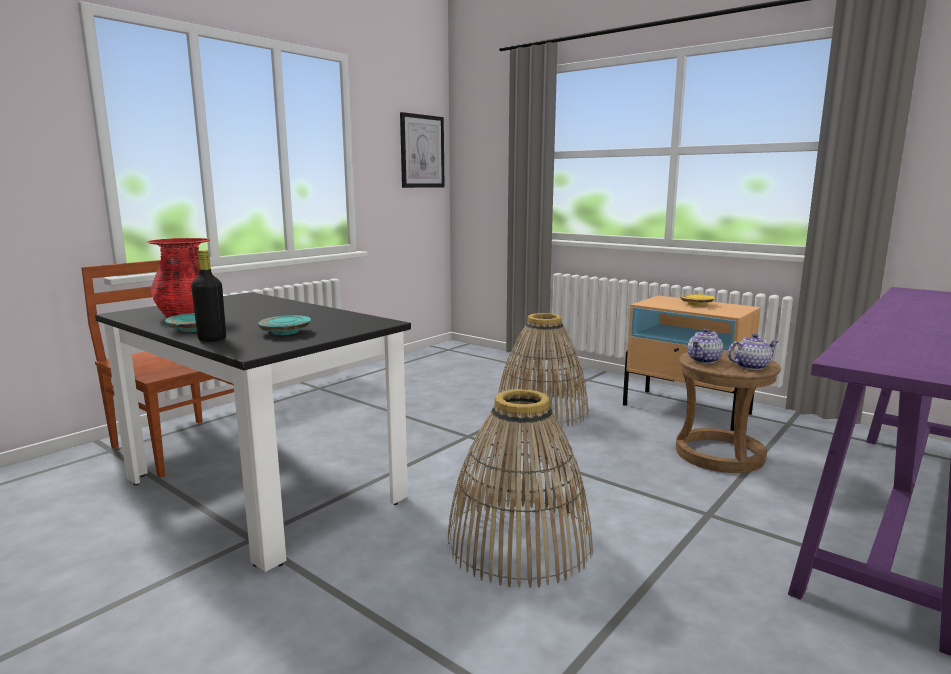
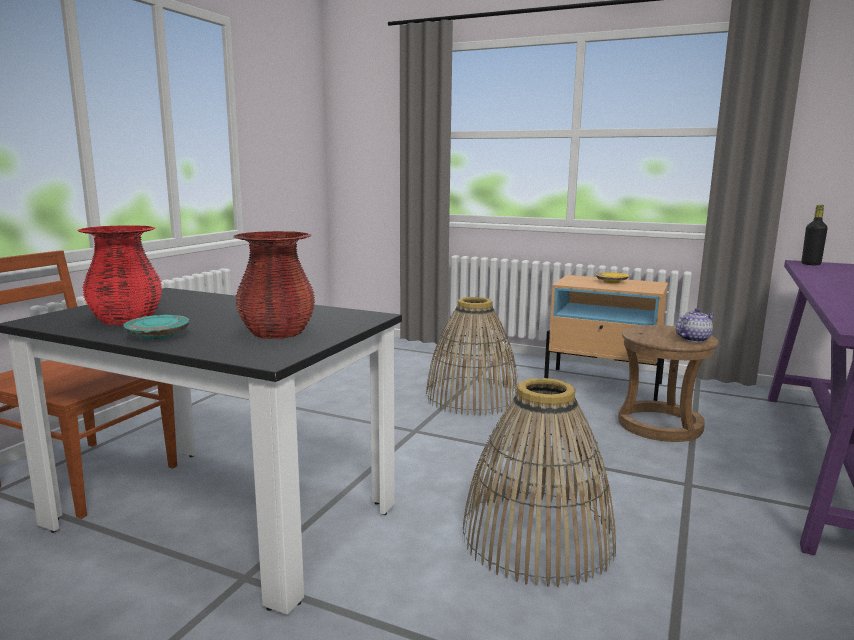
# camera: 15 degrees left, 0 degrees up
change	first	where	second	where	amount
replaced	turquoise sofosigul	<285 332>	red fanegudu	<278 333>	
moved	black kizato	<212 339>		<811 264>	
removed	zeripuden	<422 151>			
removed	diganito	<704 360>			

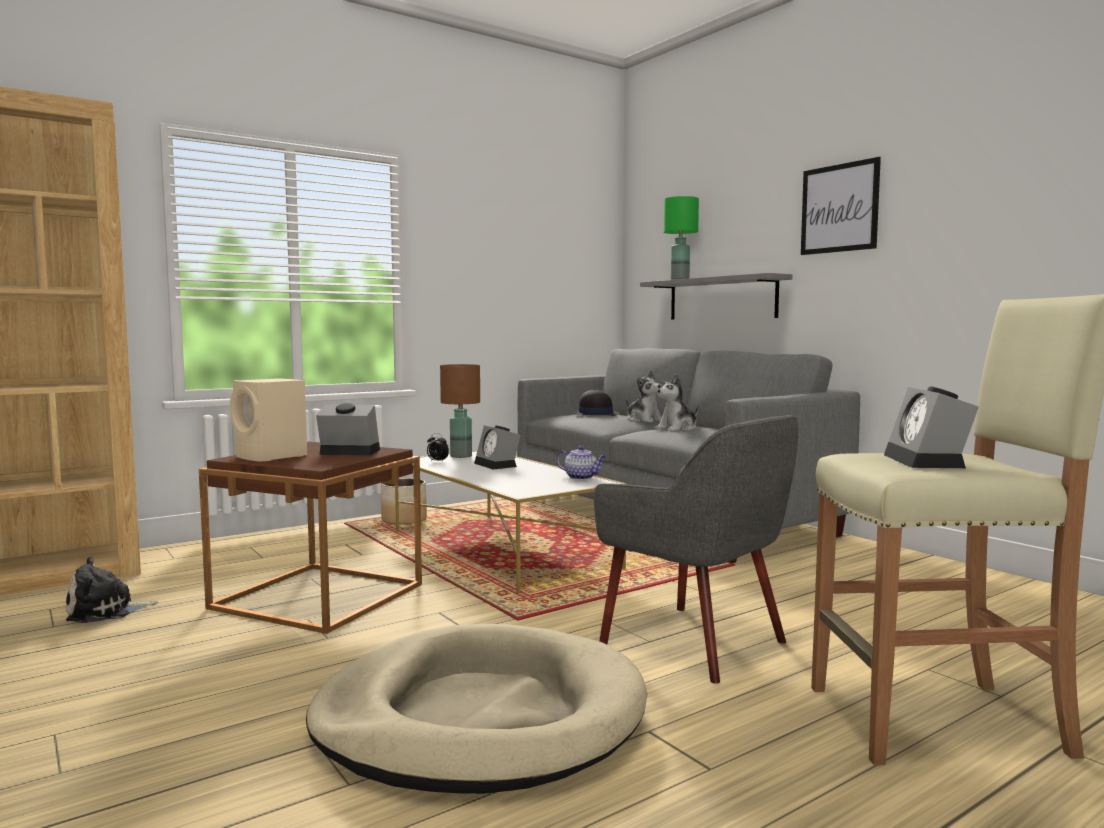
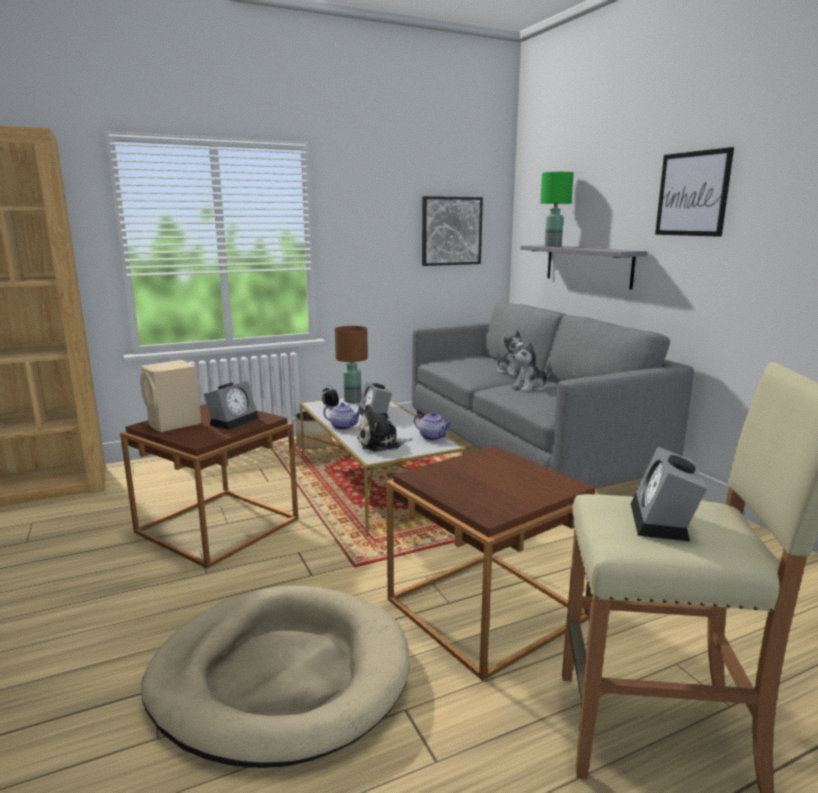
# camera: 10 degrees right, 10 degrees up
change	first	where	second	where	amount
turned	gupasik	<347 452>		<234 421>	105 degrees clockwise
added			diganito	<343 427>	
moved	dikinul	<106 611>		<381 443>	
replaced	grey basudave	<696 643>	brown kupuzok	<486 608>	
added			zeripuden	<451 231>	
removed	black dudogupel	<595 414>			

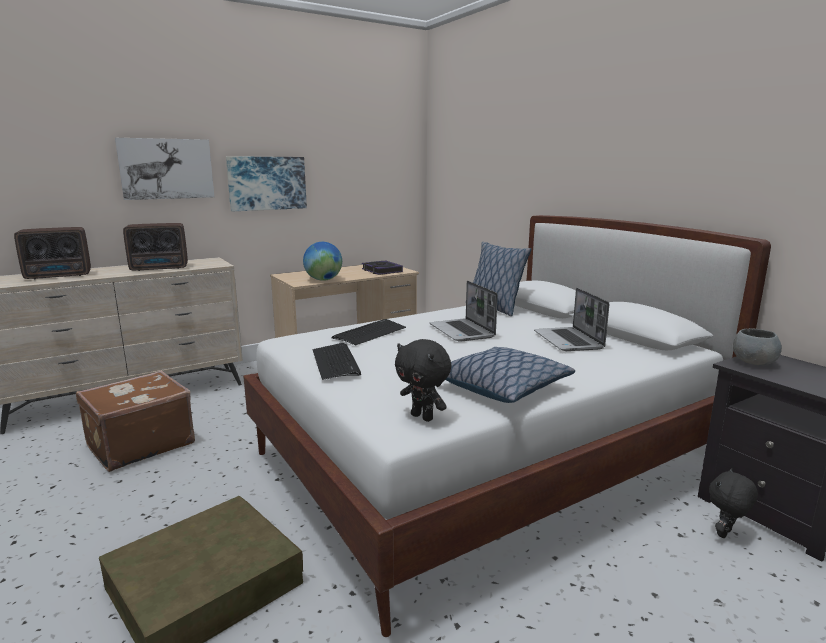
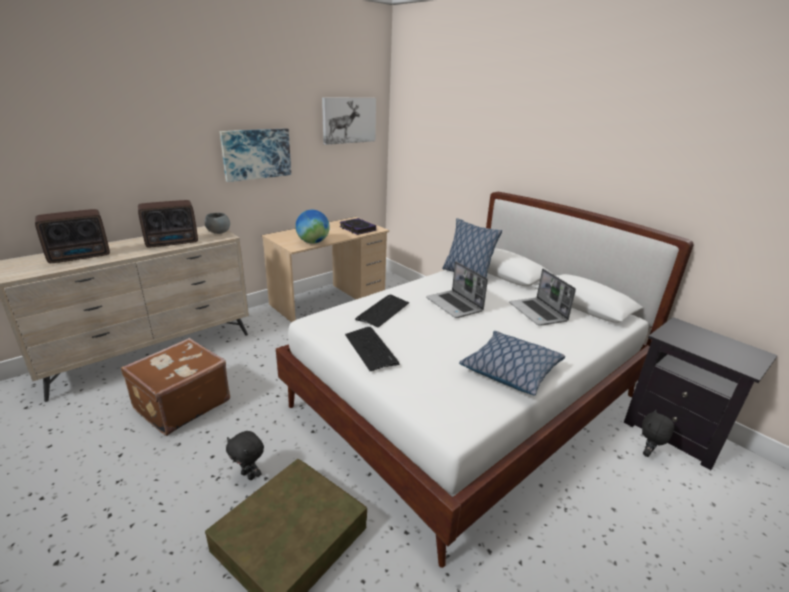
# camera: 10 degrees left, 10 degrees up
change	first	where	second	where	amount
moved	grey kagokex	<753 362>		<219 232>	
moved	black dikinul	<423 417>		<249 475>	
moved	zeripuden	<166 169>		<349 120>	

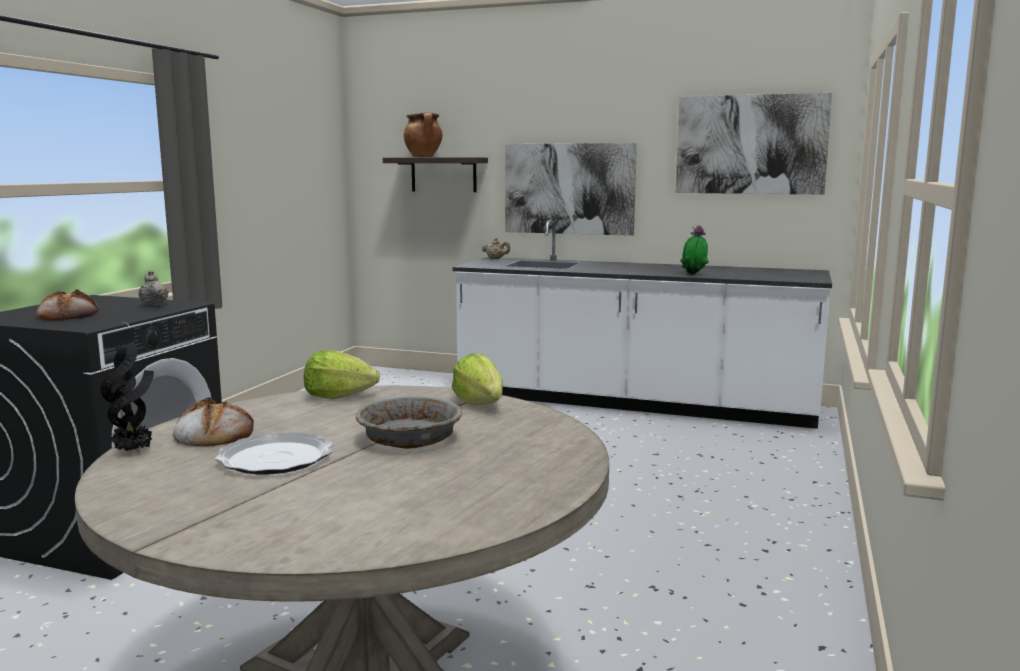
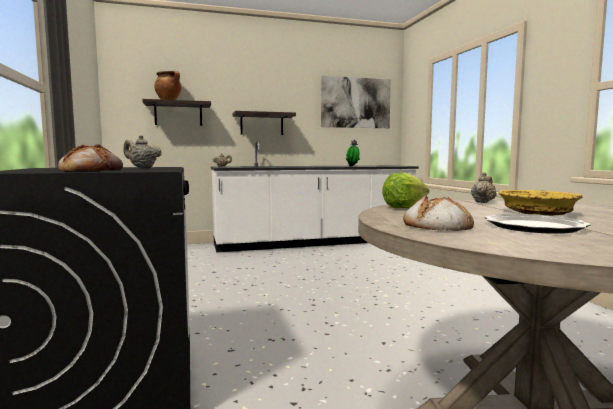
# camera: 35 degrees left, 5 degrees down
change	first	where	second	where	amount
replaced	zeripuden	<569 189>	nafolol	<262 124>	
replaced	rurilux	<480 403>	beige diganito	<483 202>	
recoloured	grey kagokex	<410 439>	yellow kagokex	<537 213>	
removed	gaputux	<134 451>			

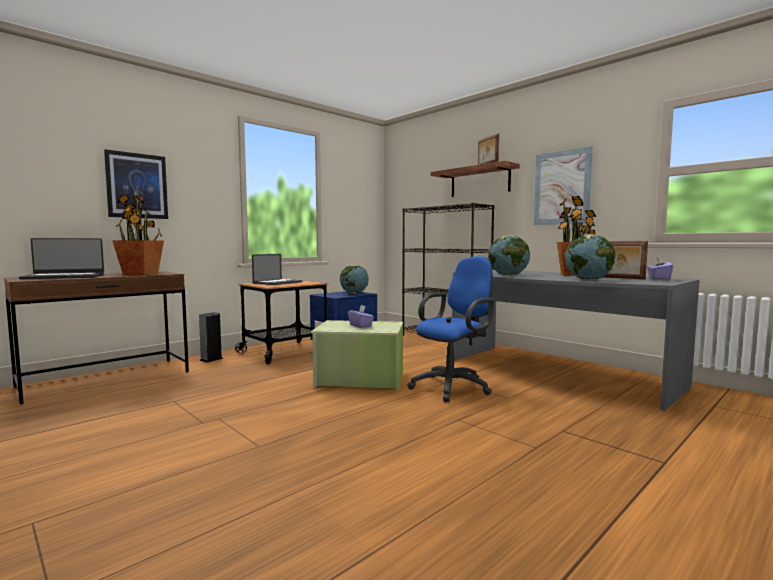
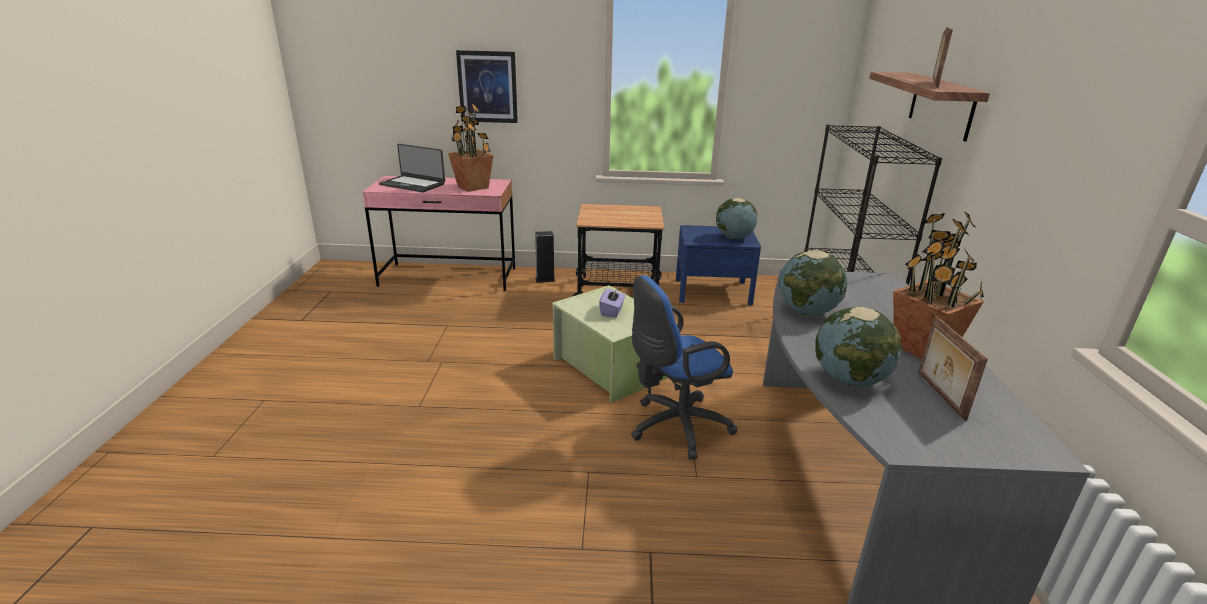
# camera: 45 degrees right, 20 degrees up
change	first	where	second	where	amount
recoloured	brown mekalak	<106 379>	pink mekalak	<448 277>	
turned	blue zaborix	<454 387>		<674 427>	150 degrees clockwise
removed	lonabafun	<278 282>			
removed	zeripuden	<562 188>			
removed	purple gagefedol	<658 279>			

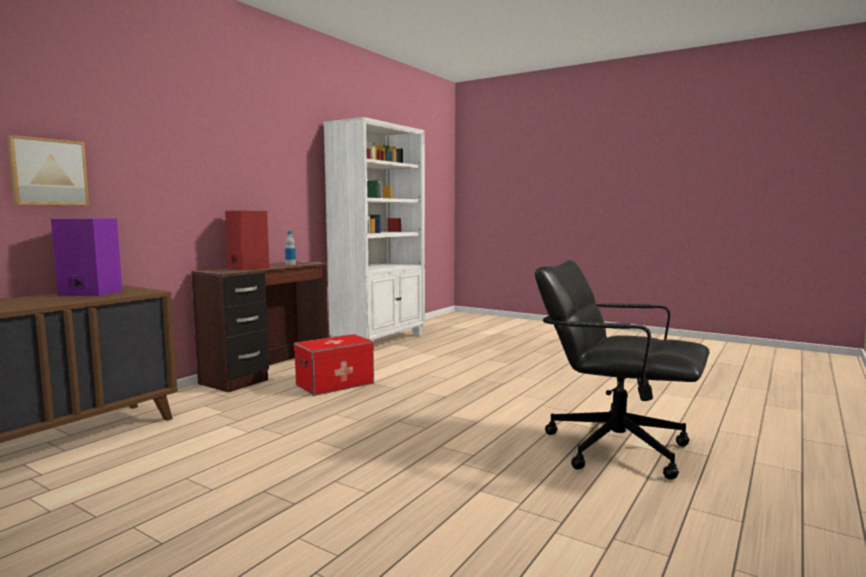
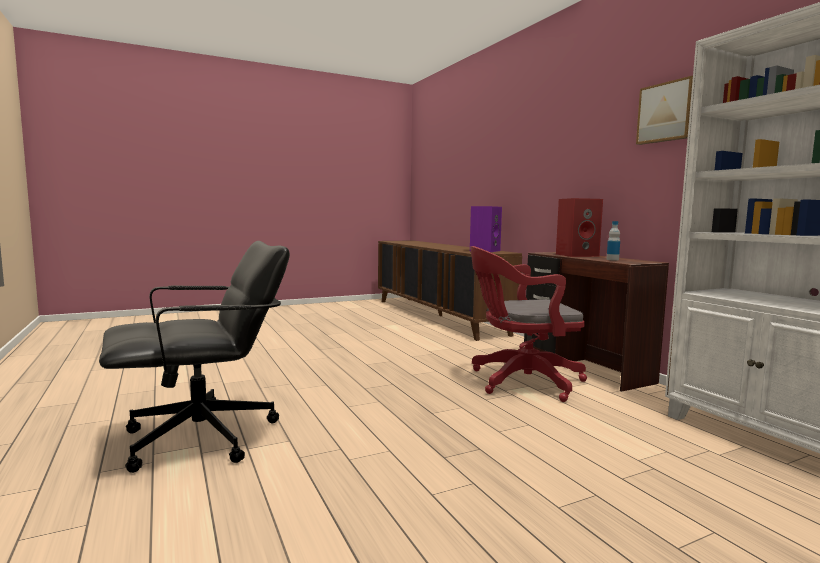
# camera: 120 degrees right, 0 degrees up
change	first	where	second	where	amount
replaced	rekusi	<335 384>	red zaborix	<520 381>	
moved	zeripuden	<48 172>		<666 112>	

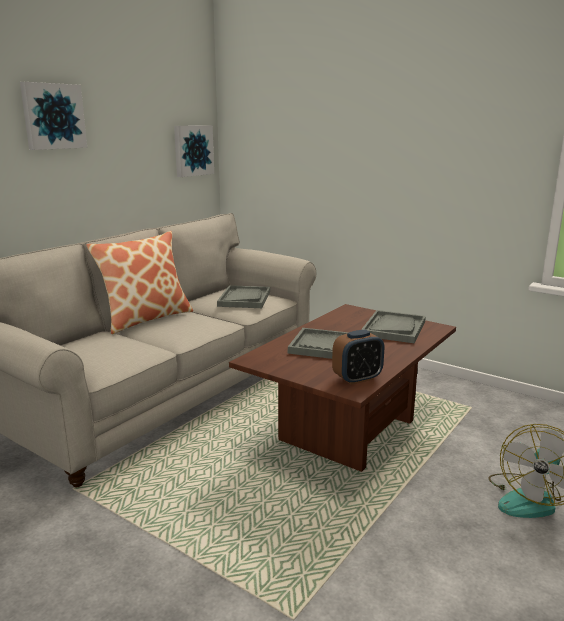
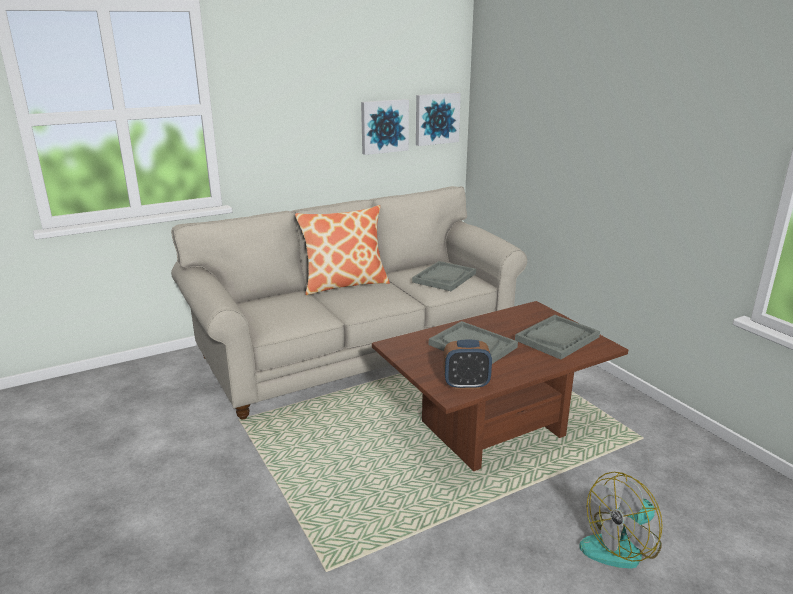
# camera: 25 degrees right, 5 degrees up
change	first	where	second	where	amount
moved	zeripuden	<53 116>		<384 126>	

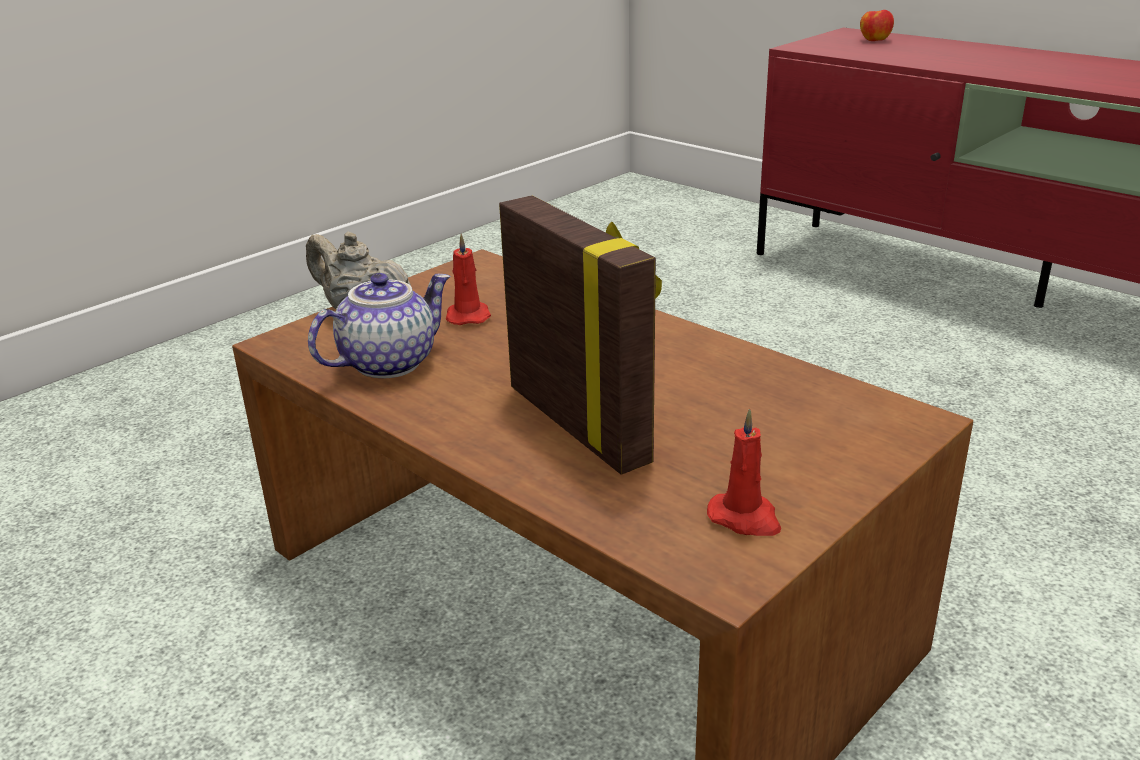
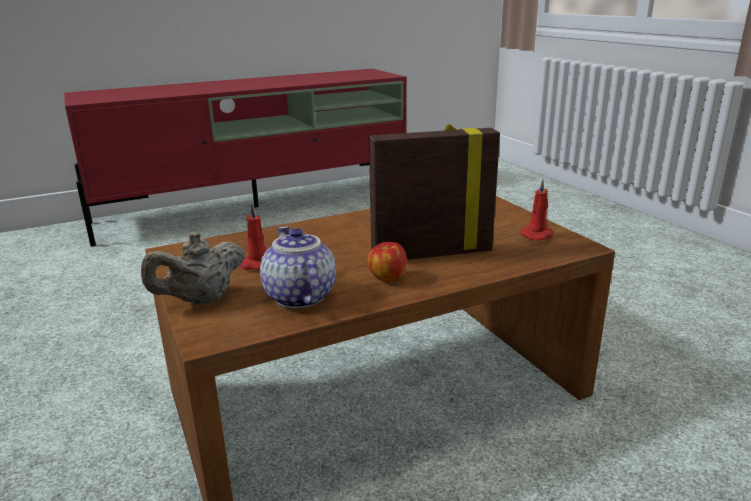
# camera: 70 degrees left, 5 degrees down
change	first	where	second	where	amount
moved	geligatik	<874 40>		<387 278>	

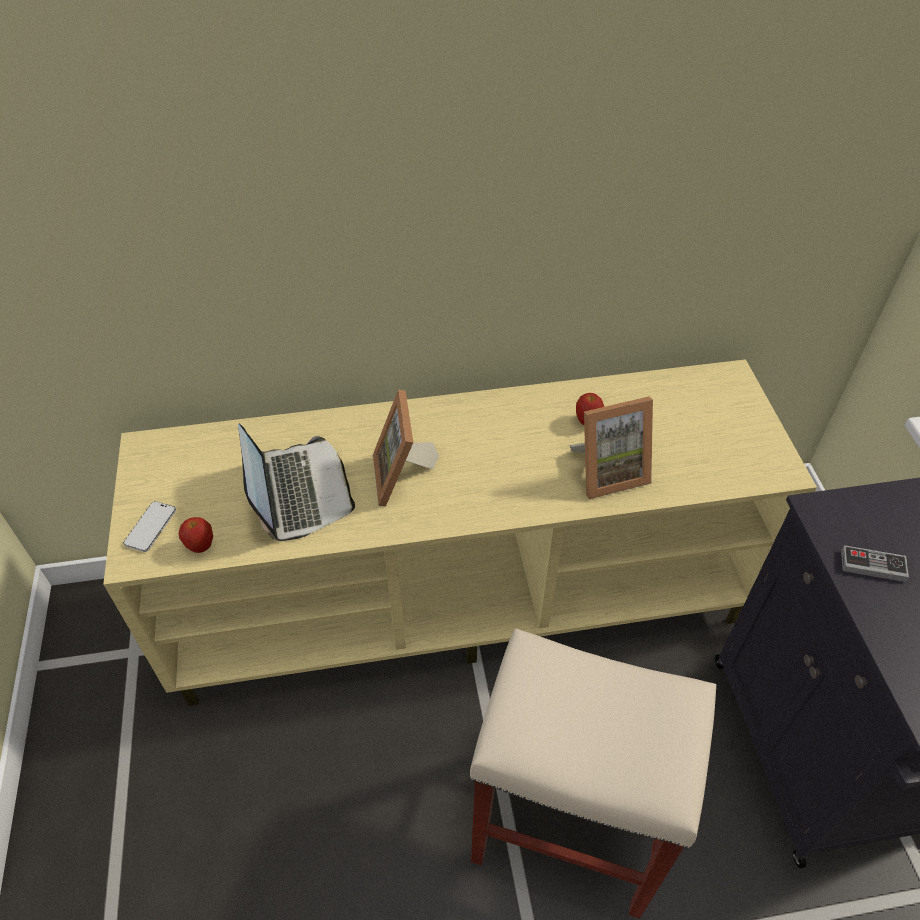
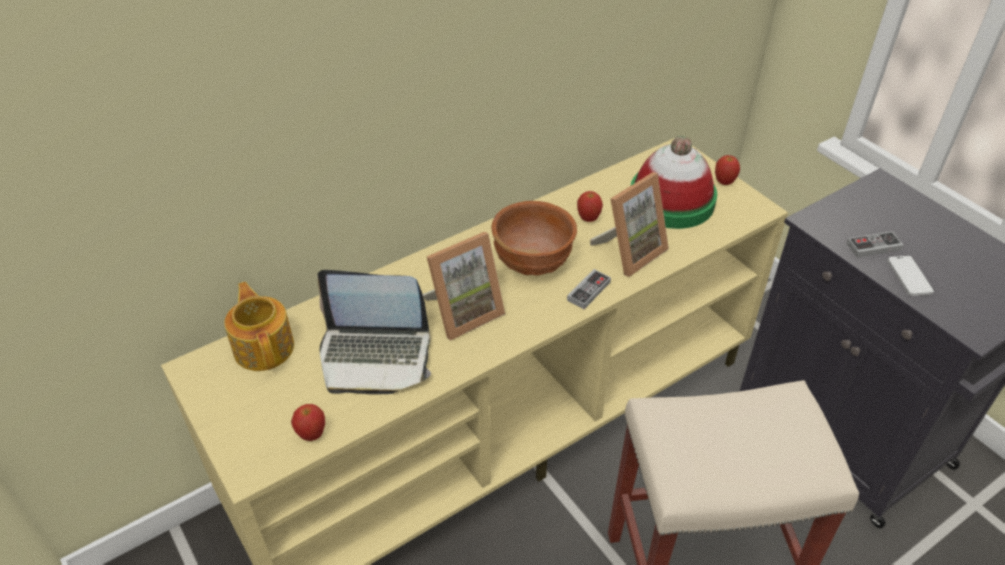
# camera: 25 degrees left, 5 degrees down
change	first	where	second	where	amount
added			diganito	<264 347>	
turned	lonabafun	<298 491>		<375 356>	135 degrees clockwise
turned	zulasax	<403 477>		<463 312>	90 degrees counterclockwise
added			brown kagokex	<533 264>	
added			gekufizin	<588 291>	
added			dudogupel	<671 200>	
added			geligatik	<724 182>	
moved	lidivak	<151 527>		<909 277>	

